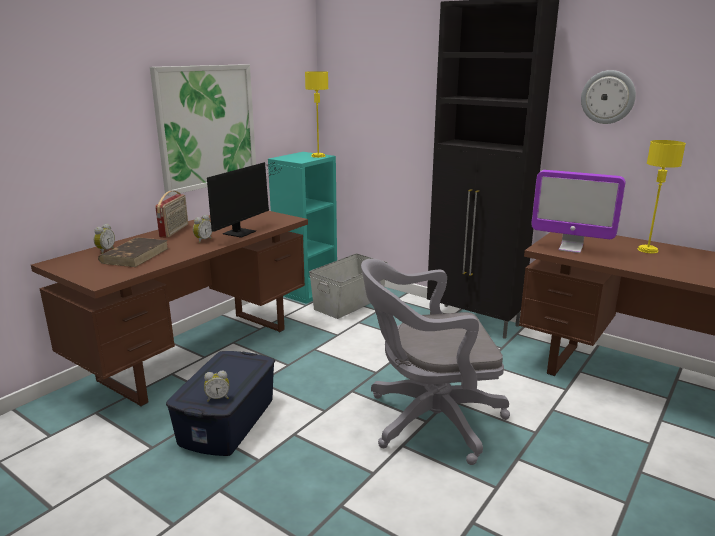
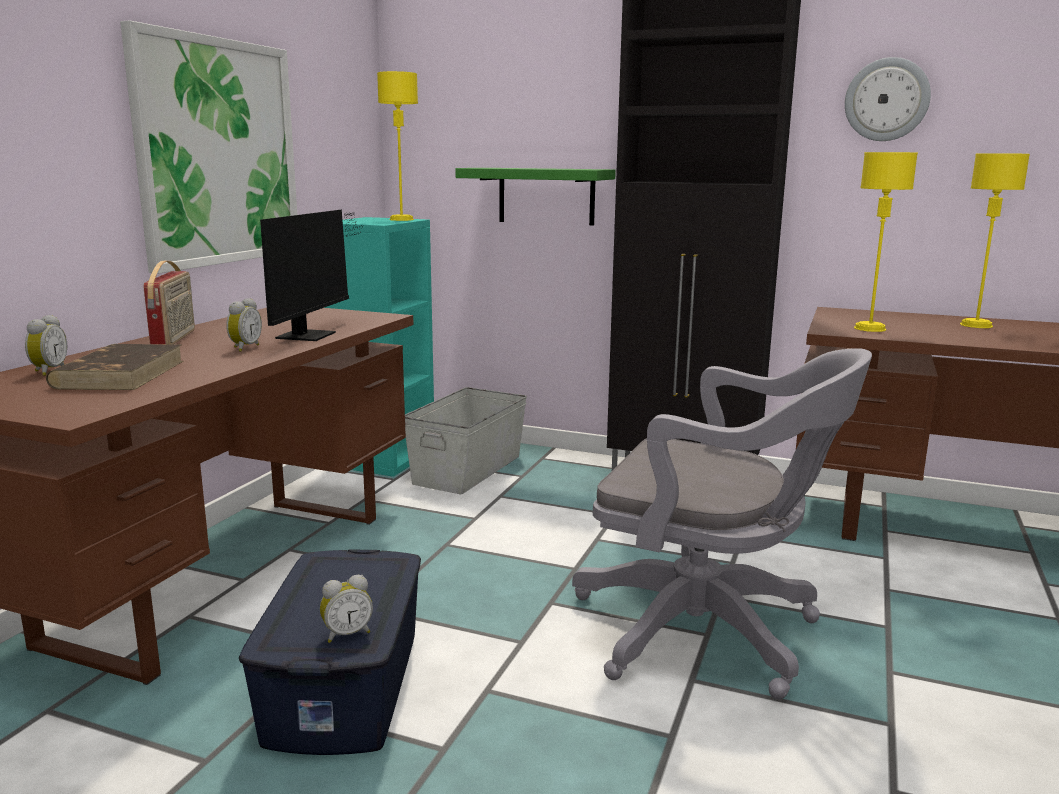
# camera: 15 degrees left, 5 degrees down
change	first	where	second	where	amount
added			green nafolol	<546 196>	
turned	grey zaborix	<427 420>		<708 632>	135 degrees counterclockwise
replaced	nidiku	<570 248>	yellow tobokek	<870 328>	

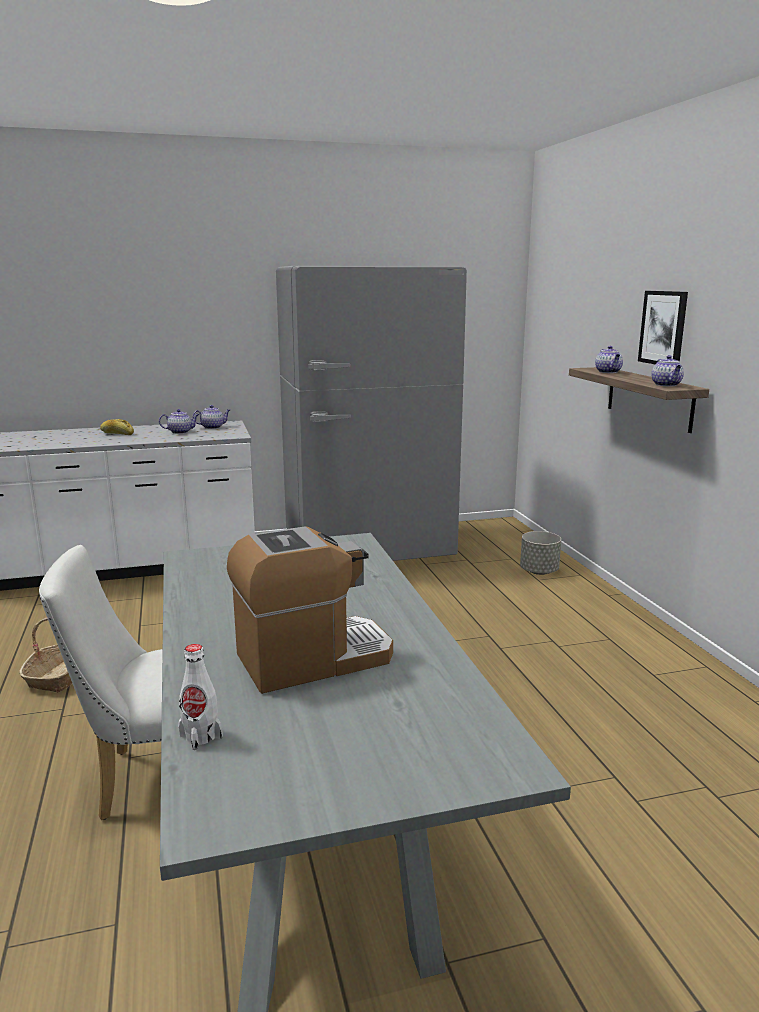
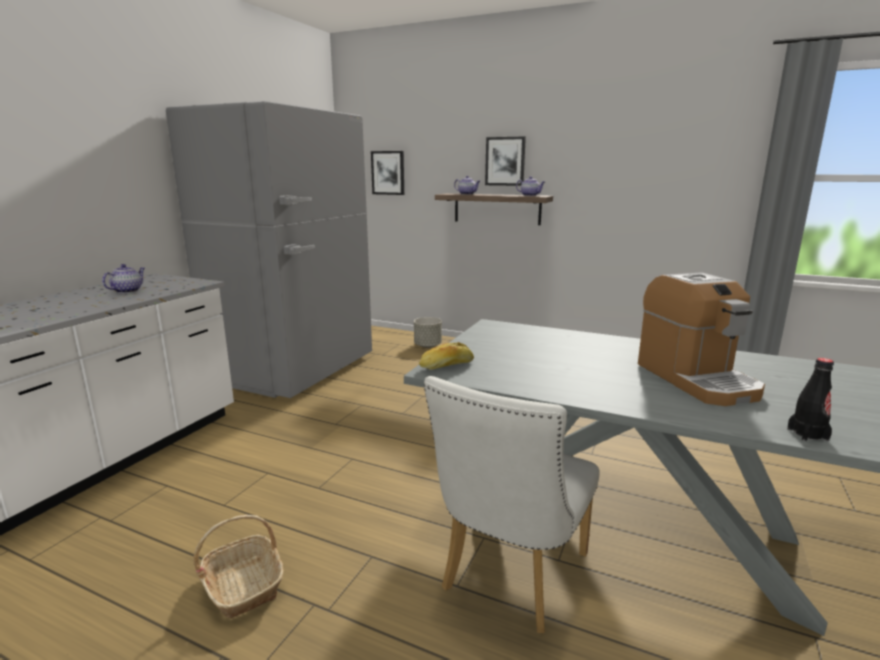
# camera: 50 degrees left, 0 degrees up
change	first	where	second	where	amount
added			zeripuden	<388 173>	
moved	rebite	<117 434>		<446 365>	
turned	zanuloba	<313 658>		<696 379>	150 degrees clockwise
recoloured	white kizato	<201 736>	black kizato	<807 434>	
removed	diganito	<213 427>			

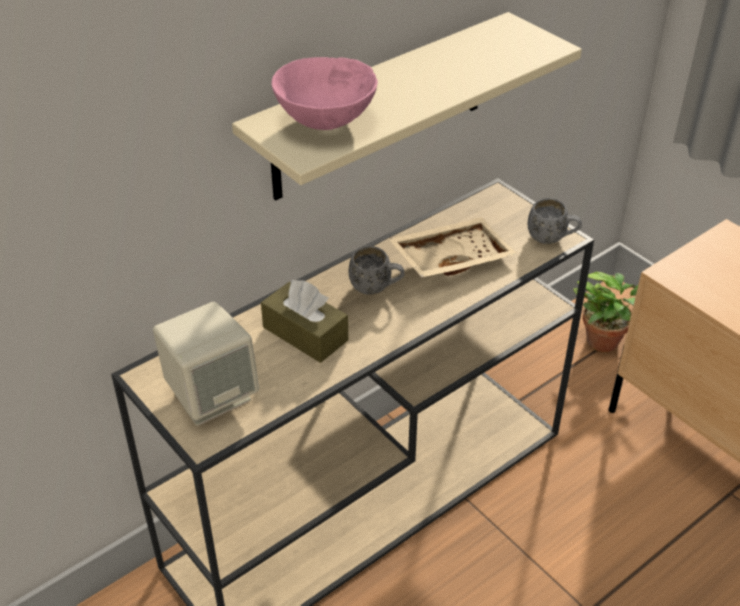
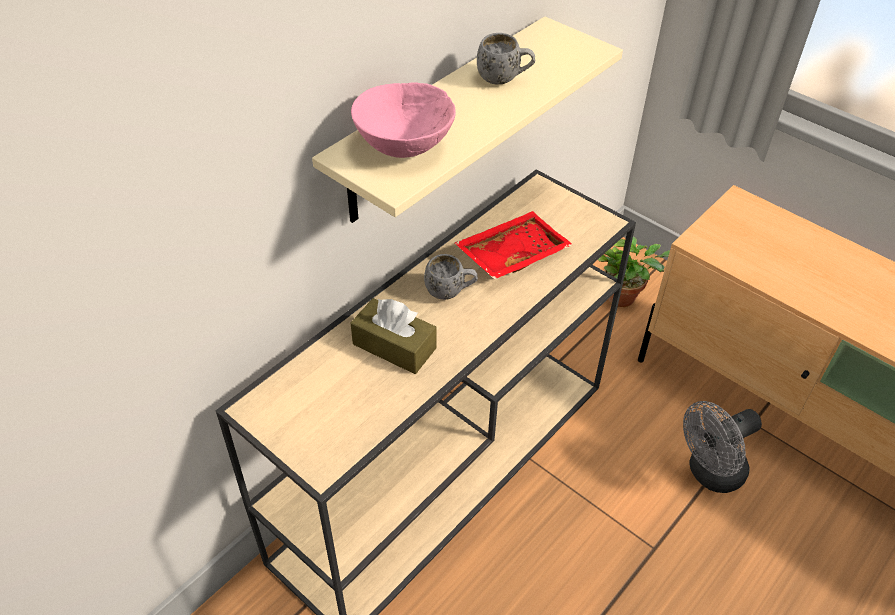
# camera: 10 degrees left, 5 degrees up
change	first	where	second	where	amount
recoloured	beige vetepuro	<450 258>	red vetepuro	<511 254>	
moved	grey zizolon	<552 239>		<504 79>	
added			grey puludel	<709 473>	
removed	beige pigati	<211 395>			

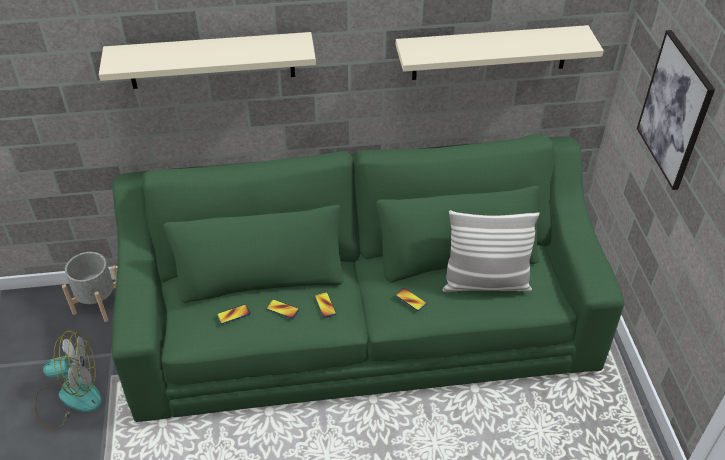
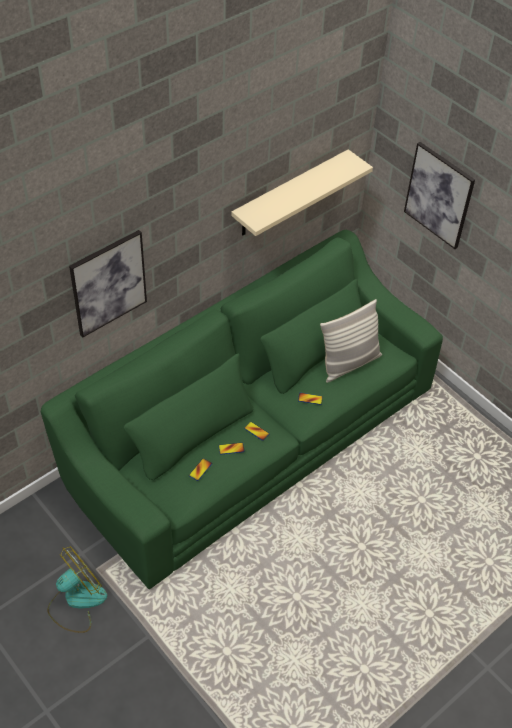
# camera: 35 degrees left, 5 degrees up
change	first	where	second	where	amount
replaced	beige nafolol	<211 60>	zeripuden	<108 283>	
removed	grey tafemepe	<98 303>			

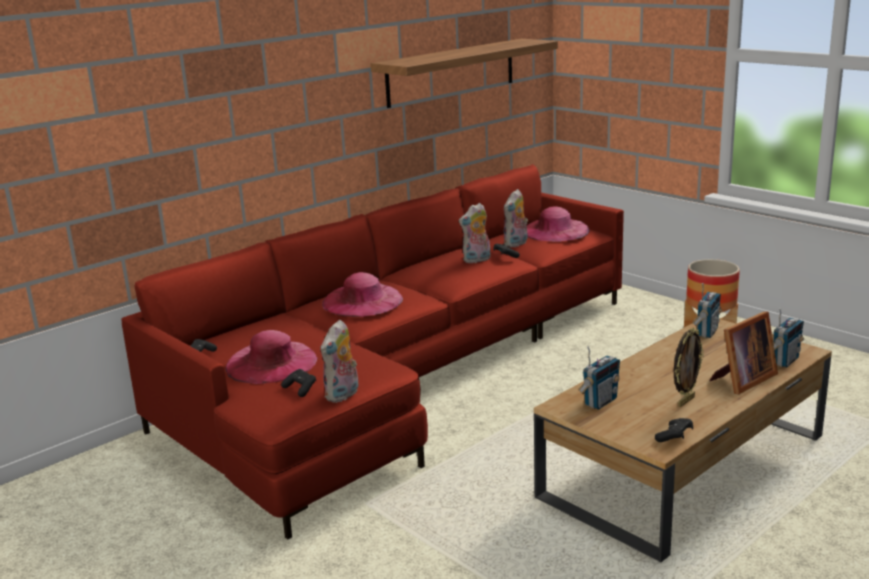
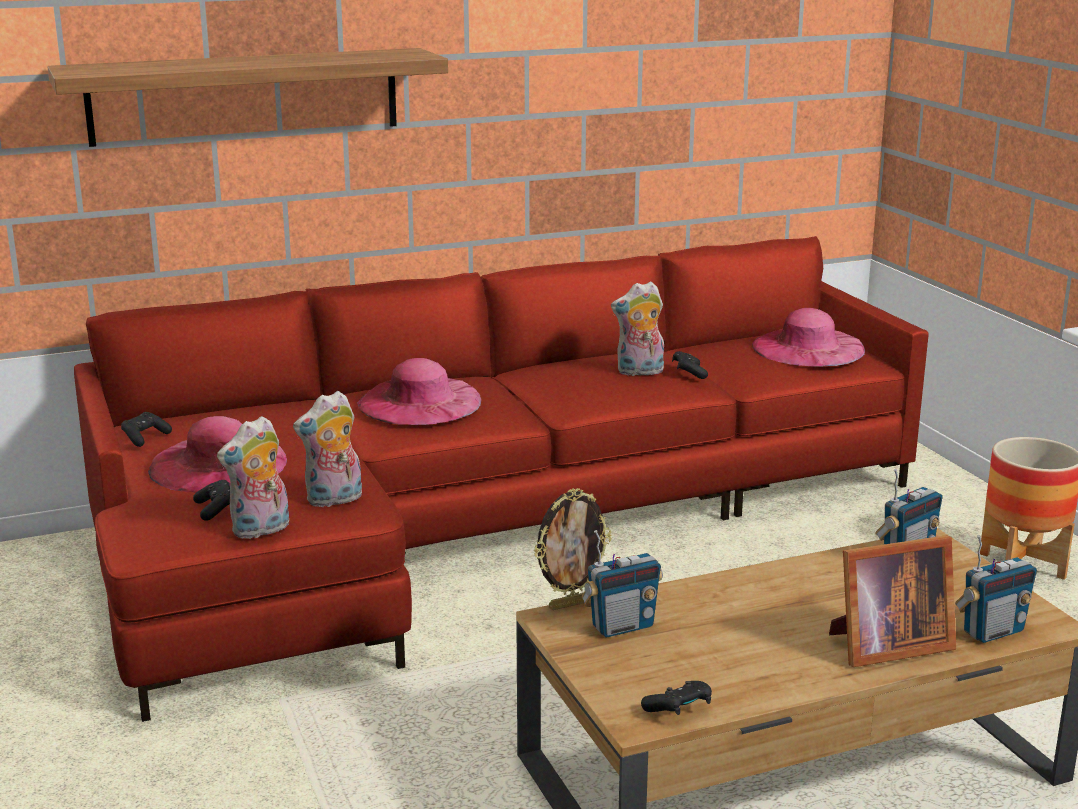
# camera: 20 degrees right, 0 degrees up
change	first	where	second	where	amount
moved	nafolol	<451 72>		<245 96>	
moved	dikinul	<516 244>		<334 500>	
moved	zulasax	<685 401>		<571 604>	

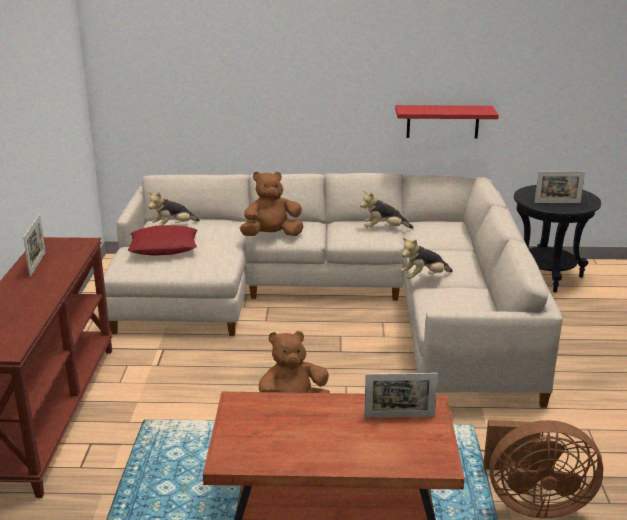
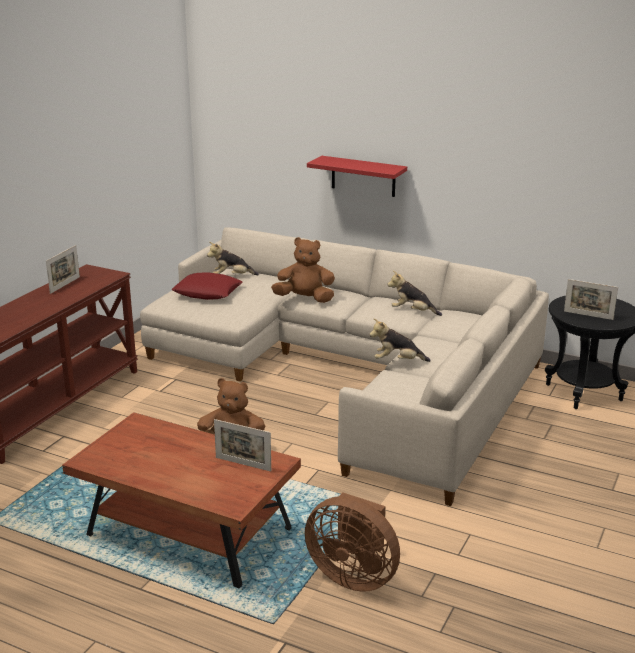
# camera: 25 degrees right, 0 degrees up
change	first	where	second	where	amount
moved	red nafolol	<442 121>		<363 176>	

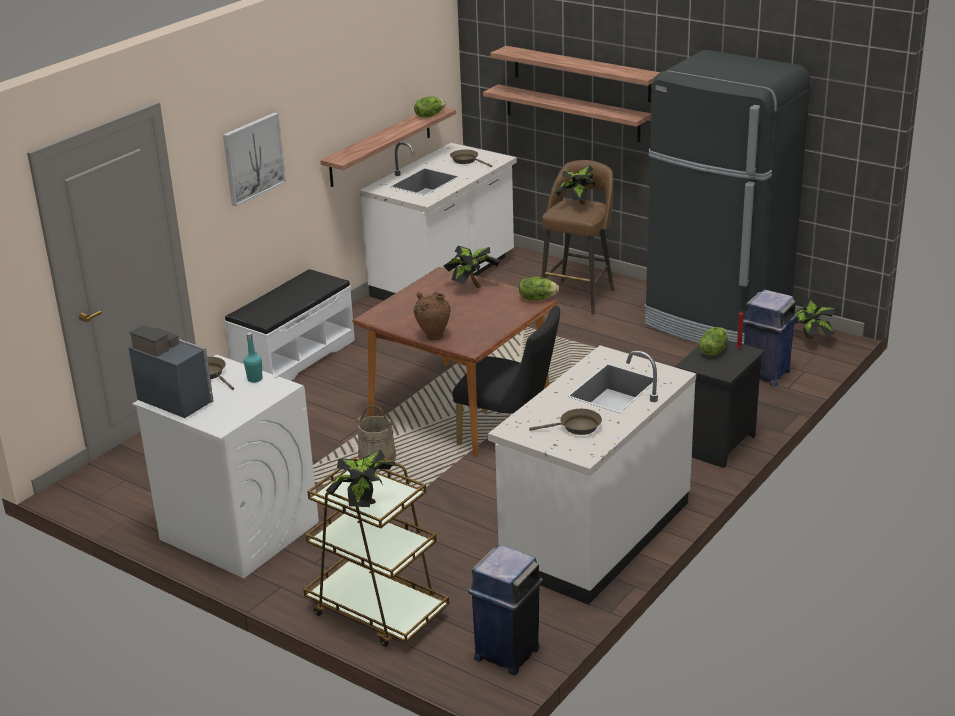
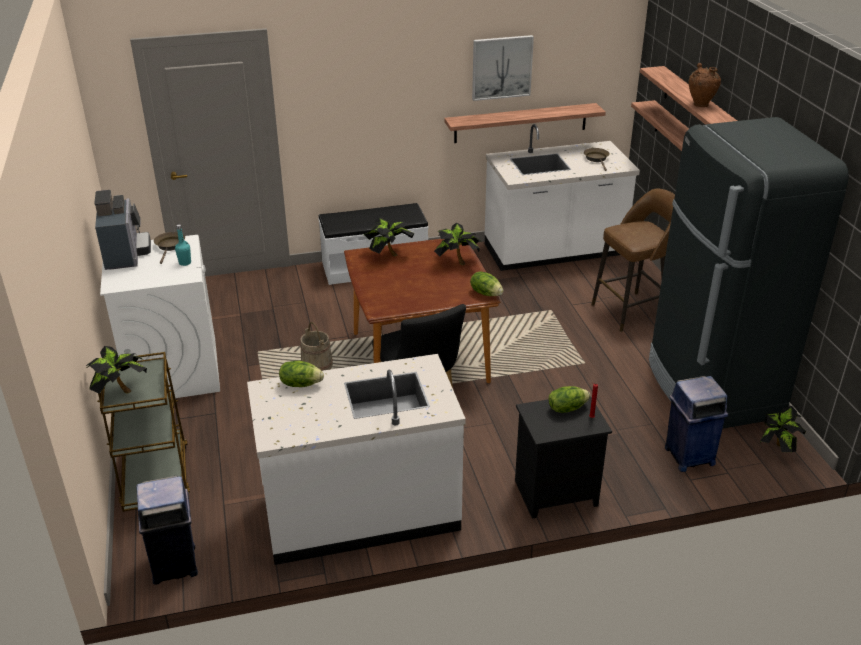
# camera: 40 degrees right, 5 degrees up
change	first	where	second	where	amount
moved	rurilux	<429 115>		<301 384>	
moved	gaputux	<578 205>		<388 255>	
moved	zeripuden	<253 158>		<501 67>	
moved	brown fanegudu	<433 336>		<700 105>	
removed	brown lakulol	<576 427>			

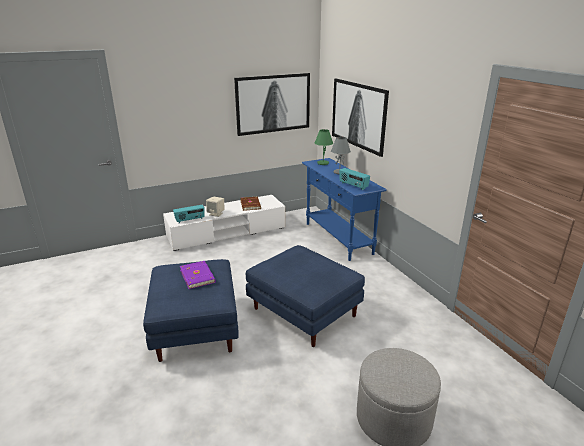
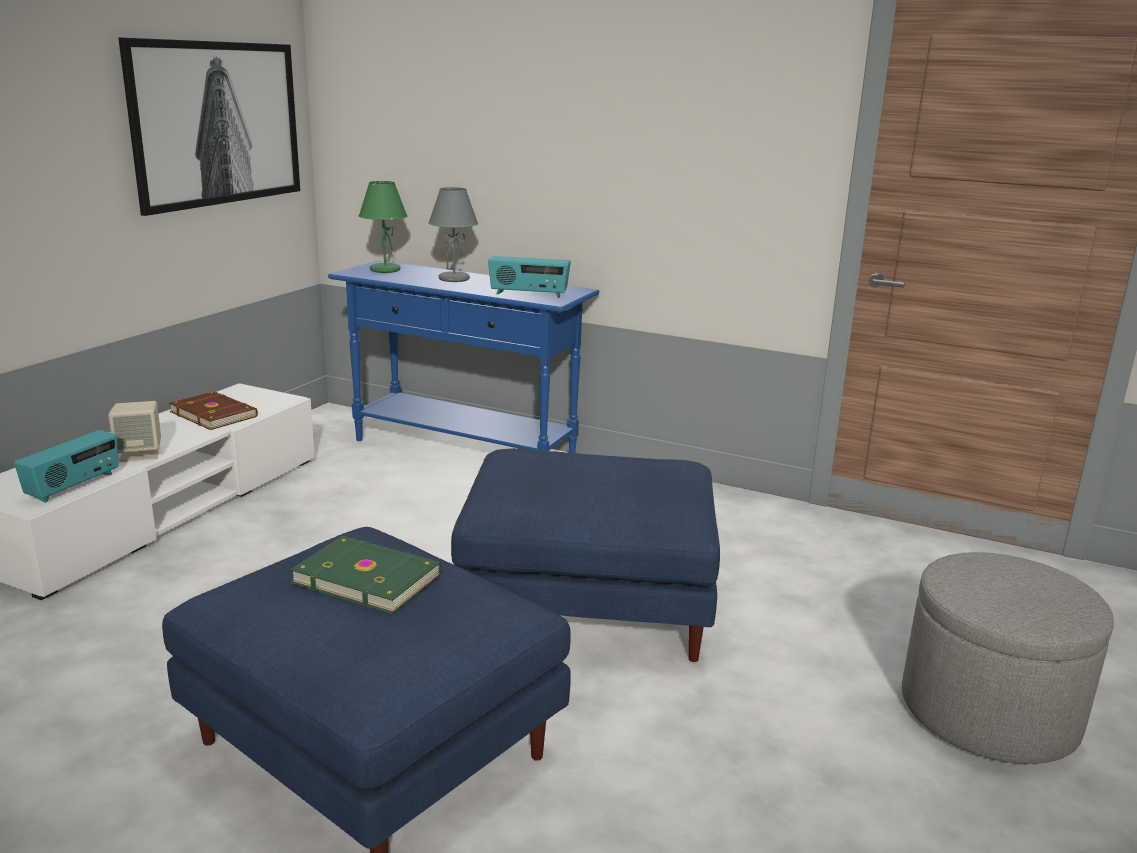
# camera: 40 degrees left, 5 degrees down
change	first	where	second	where	amount
recoloured	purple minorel	<198 276>	green minorel	<368 578>	
removed	zeripuden	<359 115>			

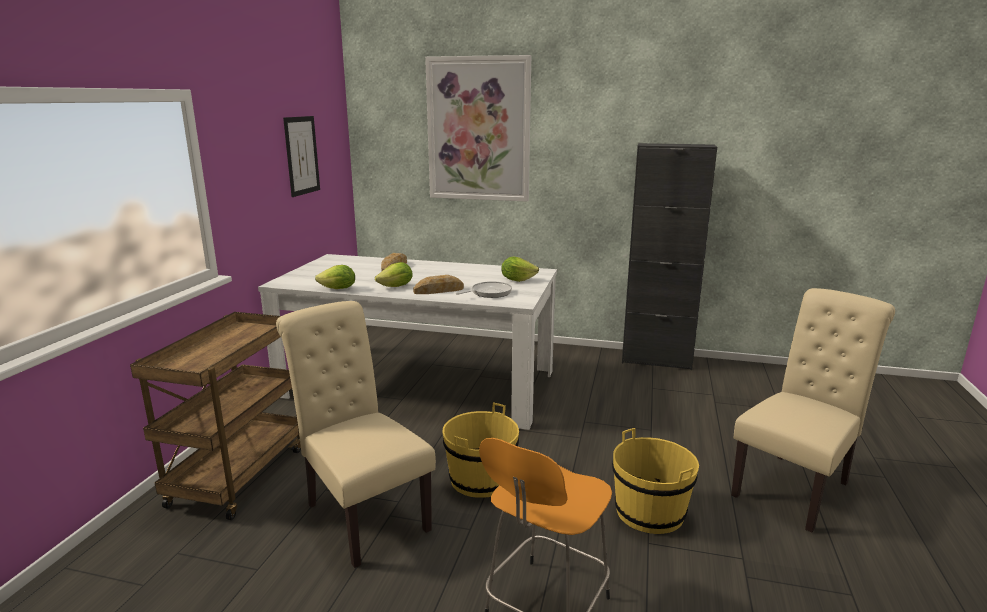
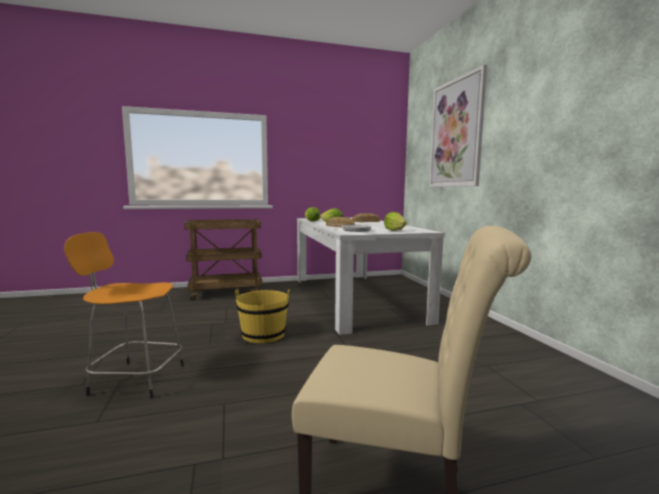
# camera: 60 degrees right, 10 degrees down
change	first	where	second	where	amount
removed	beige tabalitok	<362 513>			
removed	zeripuden	<302 155>			
removed	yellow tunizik	<650 512>			
removed	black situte	<656 360>			

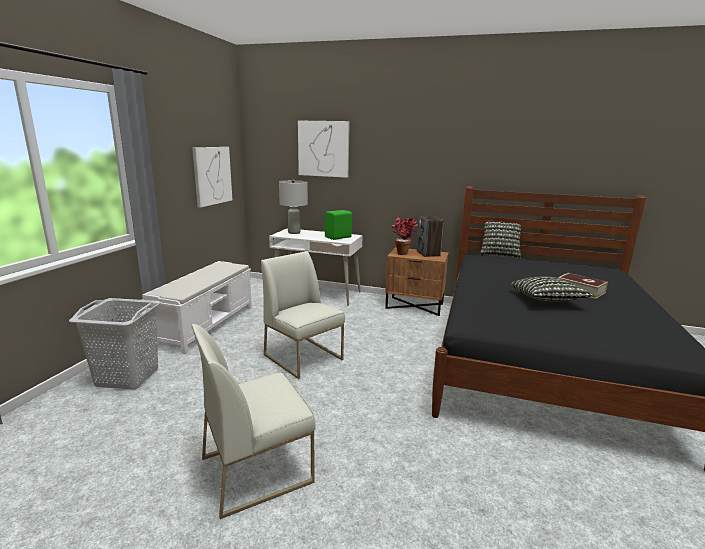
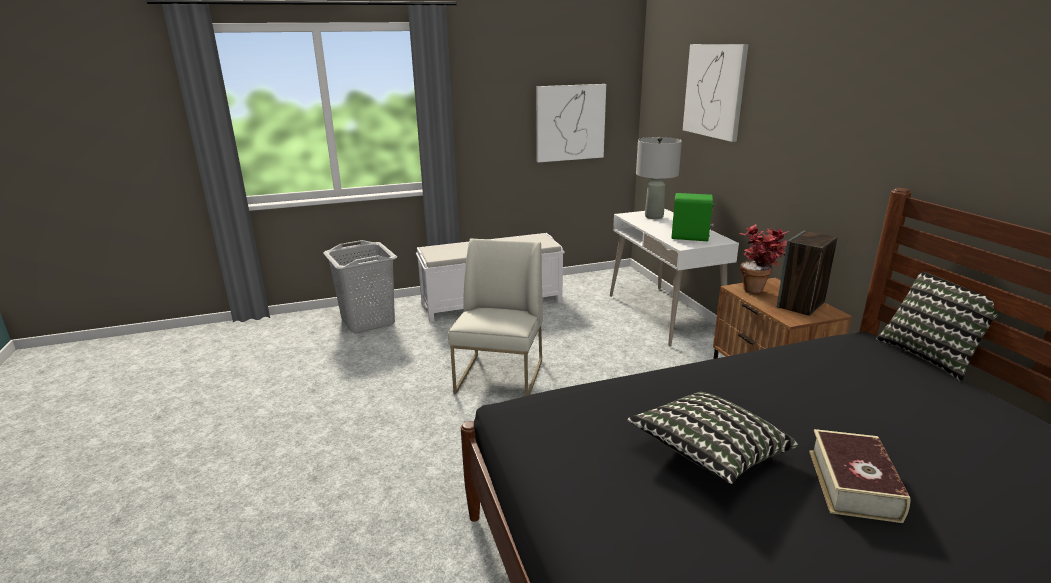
# camera: 55 degrees right, 5 degrees up
change	first	where	second	where	amount
removed	white tabalitok	<257 469>			

